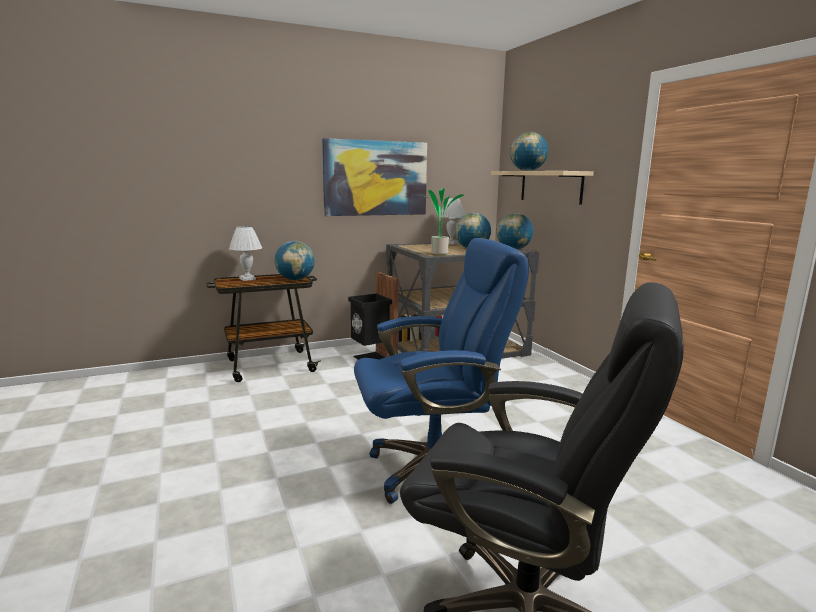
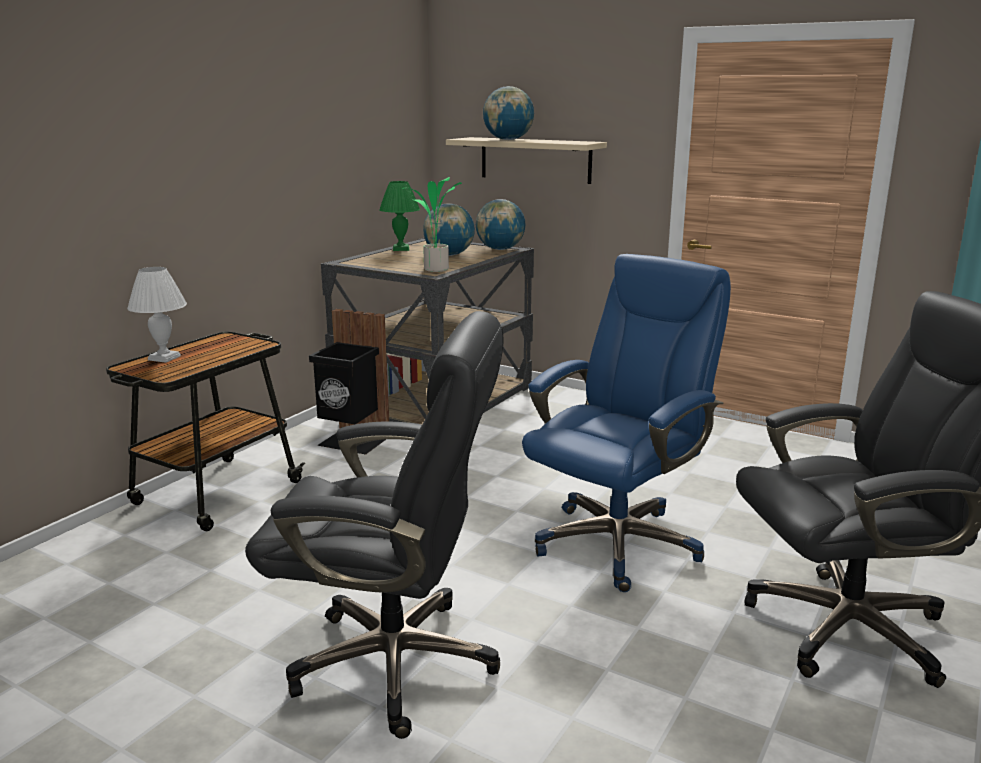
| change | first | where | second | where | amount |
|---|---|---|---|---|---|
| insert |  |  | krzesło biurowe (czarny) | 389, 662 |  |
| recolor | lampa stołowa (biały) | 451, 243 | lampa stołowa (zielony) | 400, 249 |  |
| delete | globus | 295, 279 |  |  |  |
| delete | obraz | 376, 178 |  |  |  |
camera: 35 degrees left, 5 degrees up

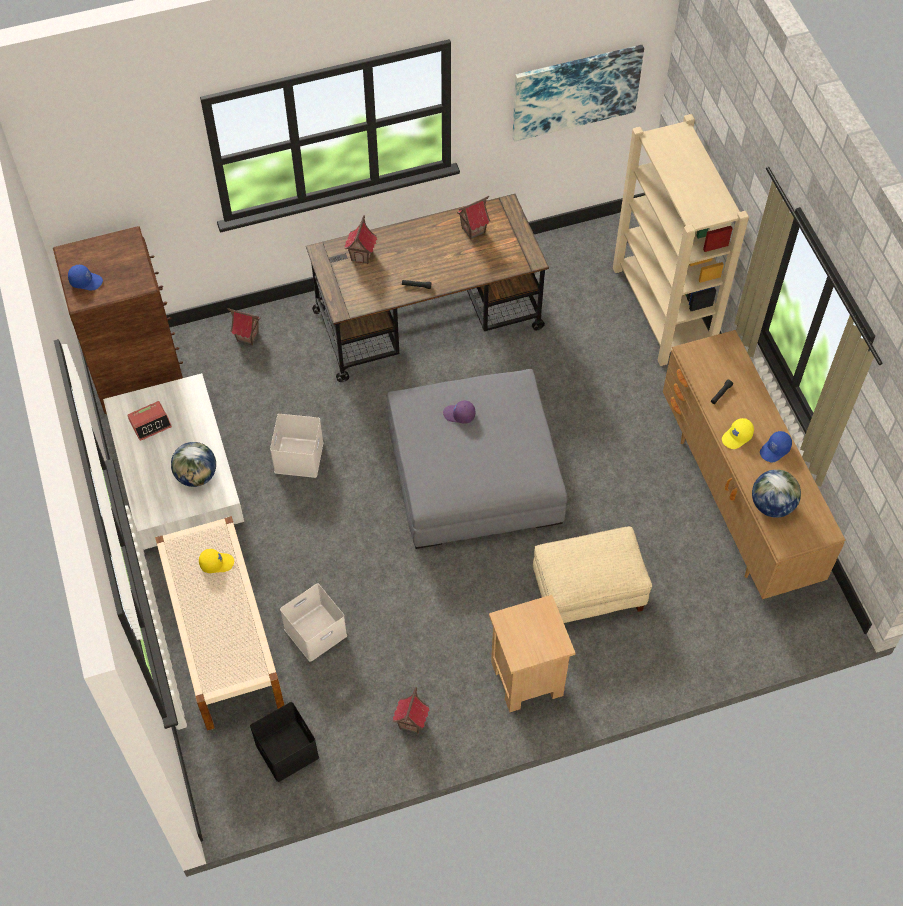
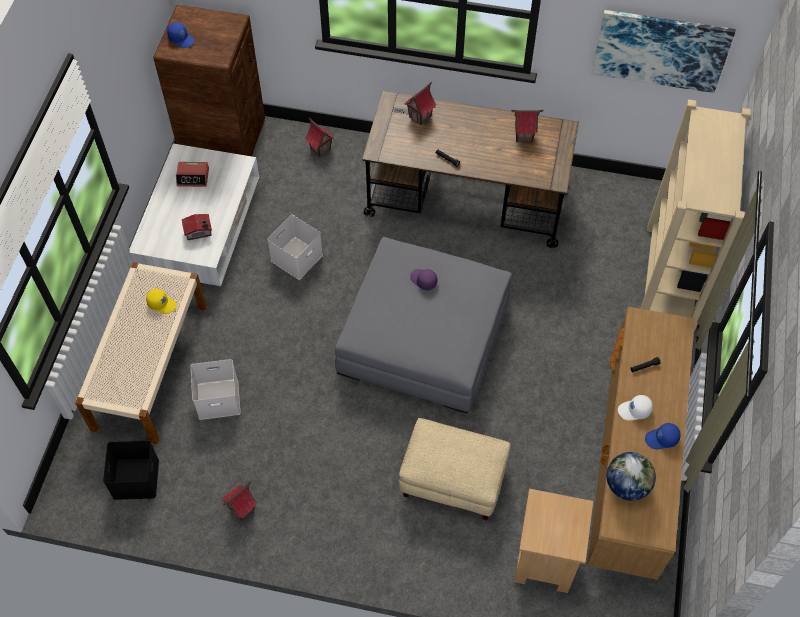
| change | first | where | second | where | amount |
|---|---|---|---|---|---|
| replace | globus | 197, 476 | domek | 199, 232 |  |
| move | szafka nocna (beżowy) | 525, 678 |  | 543, 560 |  |
| recolor | czapka z daszkiem (żółty) | 737, 437 | czapka z daszkiem (biały) | 634, 411 |  |
camera: 30 degrees right, 0 degrees up

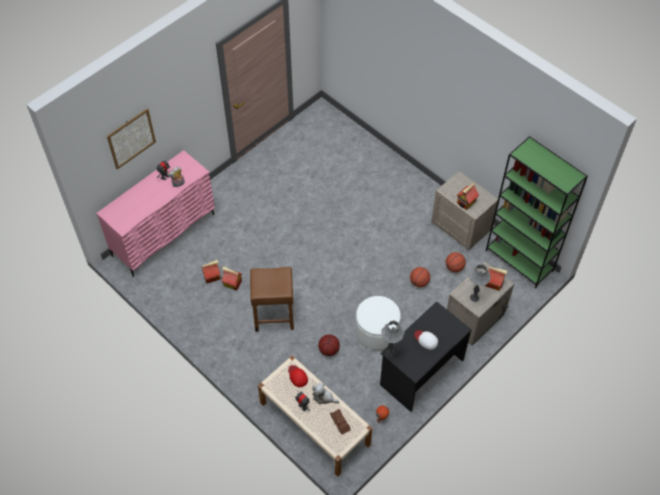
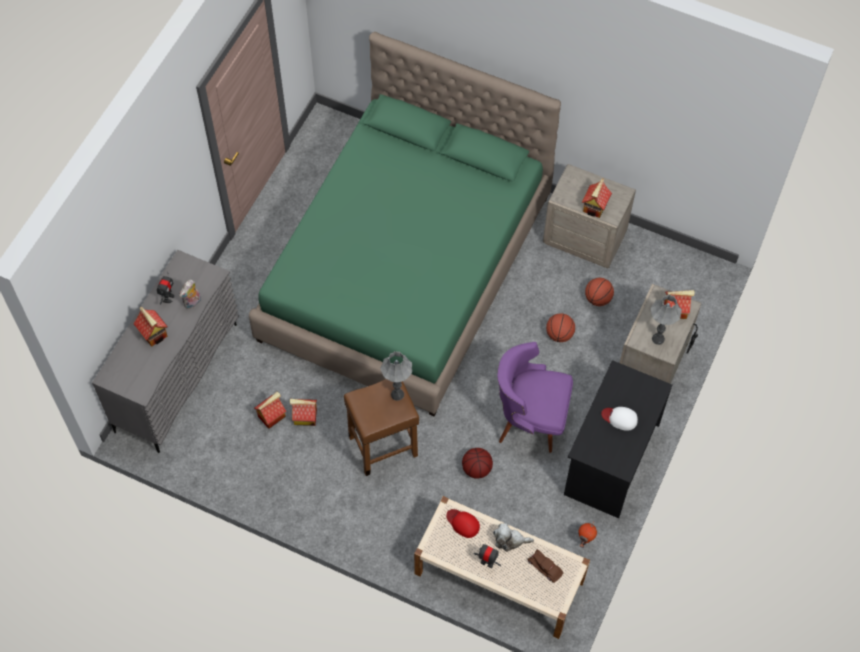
| change | first | where | second | where | amount |
|---|---|---|---|---|---|
| recolor | komoda (różowy) | 164, 236 | komoda (szary) | 178, 378 |  |
| insert |  |  | domek | 154, 333 |  |
| insert |  |  | łóżko (zielony) | 406, 267 |  |
| move | lampa stołowa (szary) | 390, 353 |  | 397, 394 |  |
| replace | pufa (biały) | 377, 331 | krzesło (fioletowy) | 530, 422 |  |
| delete | obraz | 131, 138 |  |  |  |
| delete | regał (zielony) | 519, 260 |  |  |  |
camera: 20 degrees left, 5 degrees up

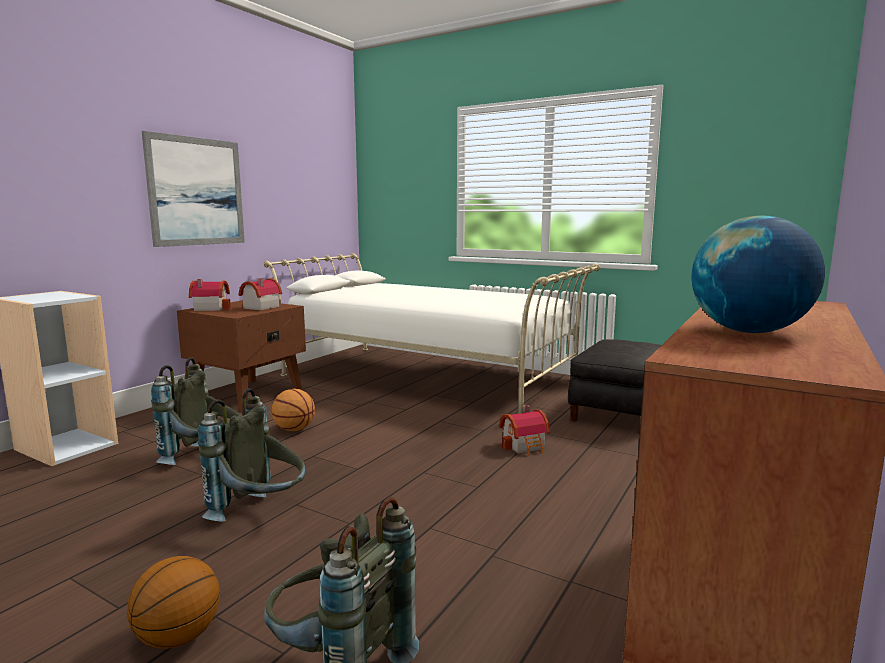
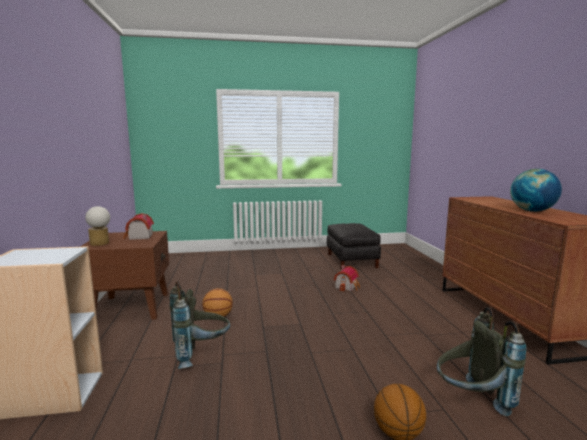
| change | first | where | second | where | amount |
|---|---|---|---|---|---|
| replace | domek | 210, 308 | lampa stołowa | 100, 244 |  |
| delete | obraz | 196, 192 |  |  |  |
| delete | plecak (szary) | 261, 514 |  |  |  |
| delete | łóżko (biały) | 426, 379 |  |  |  |
camera: 40 degrees left, 0 degrees up

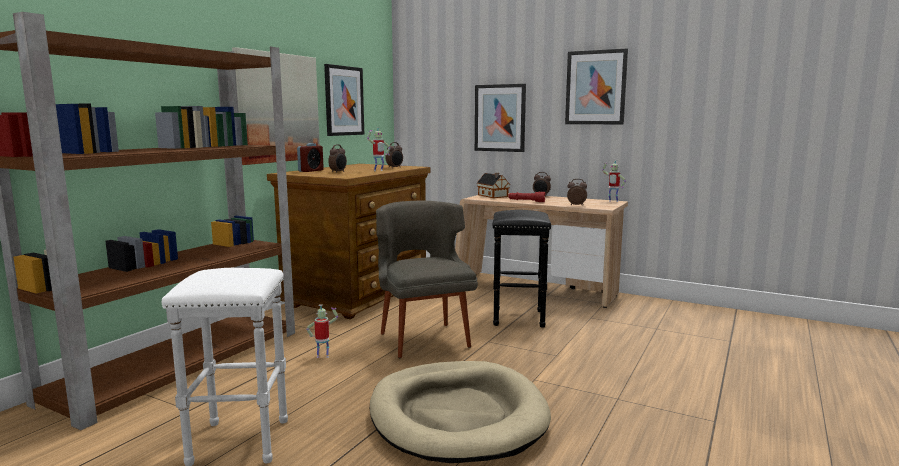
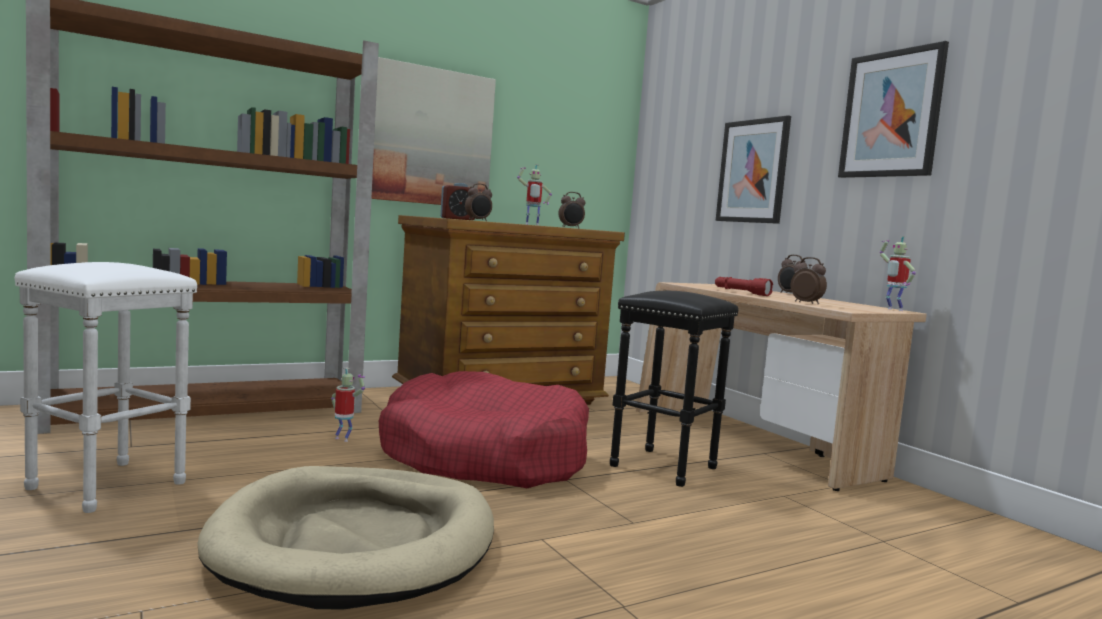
| change | first | where | second | where | amount |
|---|---|---|---|---|---|
| replace | krzesło (szary) | 424, 341 | legowisko (czerwony) | 484, 456 |  |
| delete | obraz | 344, 101 |  |  |  |
| delete | domek | 493, 196 |  |  |  |
camera: 30 degrees right, 5 degrees down

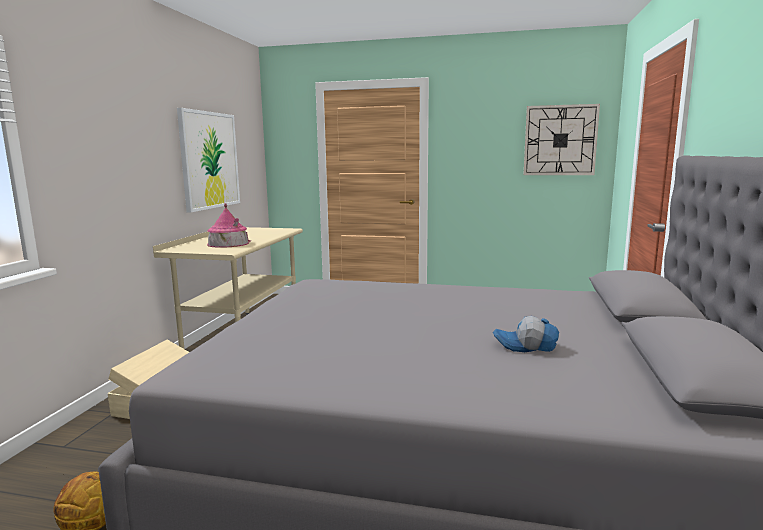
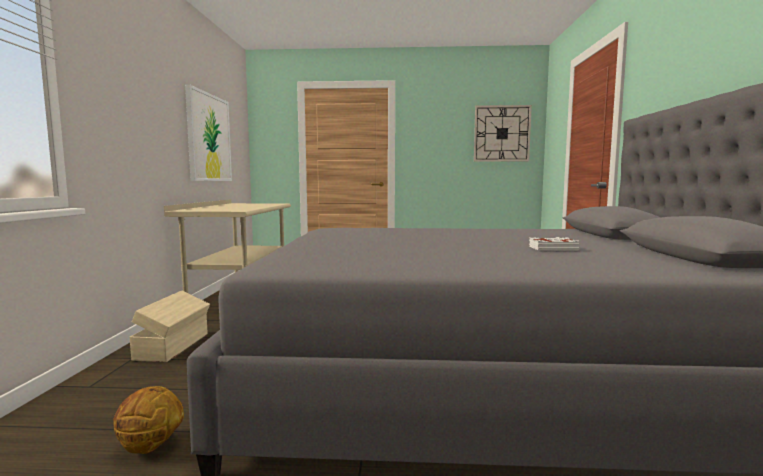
| change | first | where | second | where | amount |
|---|---|---|---|---|---|
| replace | czapka z daszkiem | 525, 346 | książka (biały) | 552, 248 |  |
| delete | domek | 228, 243 |  |  |  |
camera: 10 degrees left, 5 degrees down

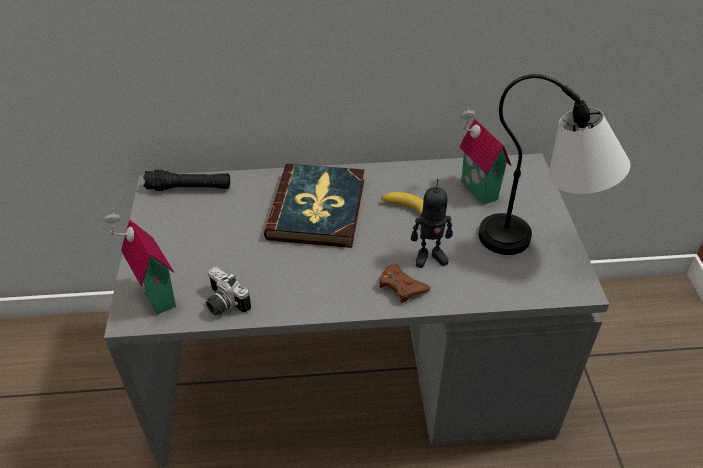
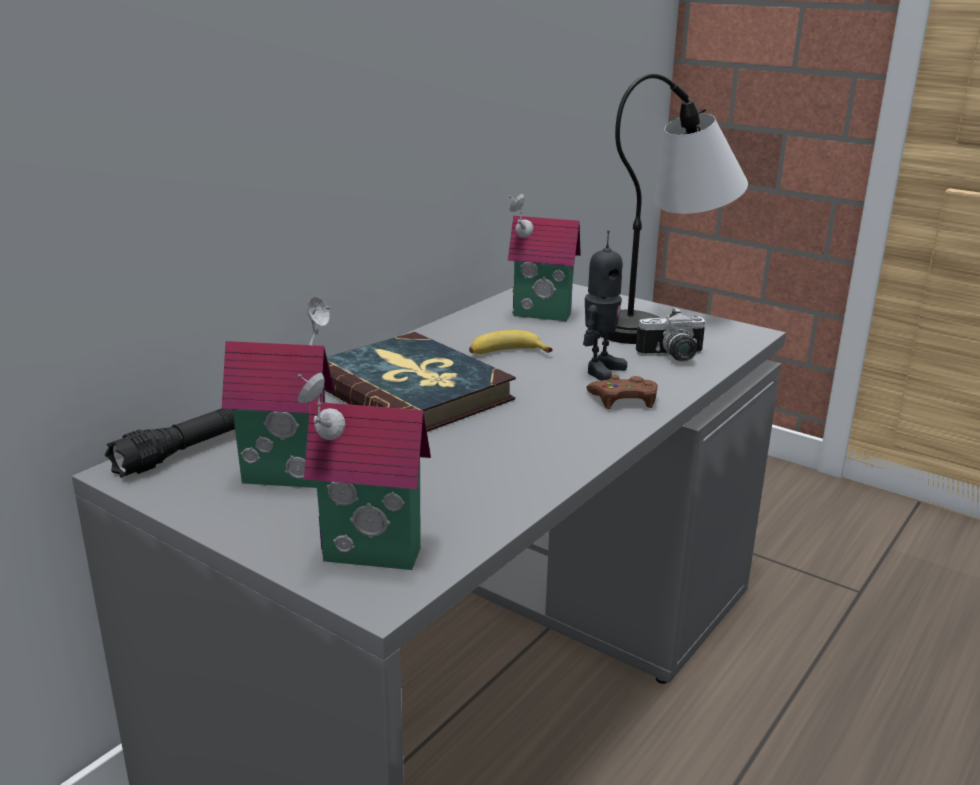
| change | first | where | second | where | amount |
|---|---|---|---|---|---|
| insert |  |  | domek | 288, 474 |  |
| move | aparat fotograficzny | 223, 304 |  | 673, 357 |  |
camera: 50 degrees left, 20 degrees down

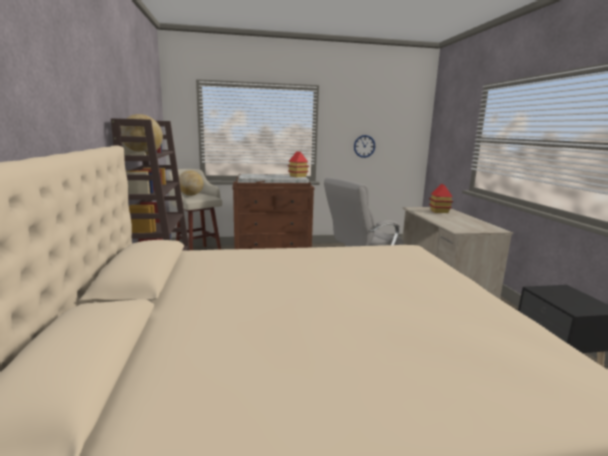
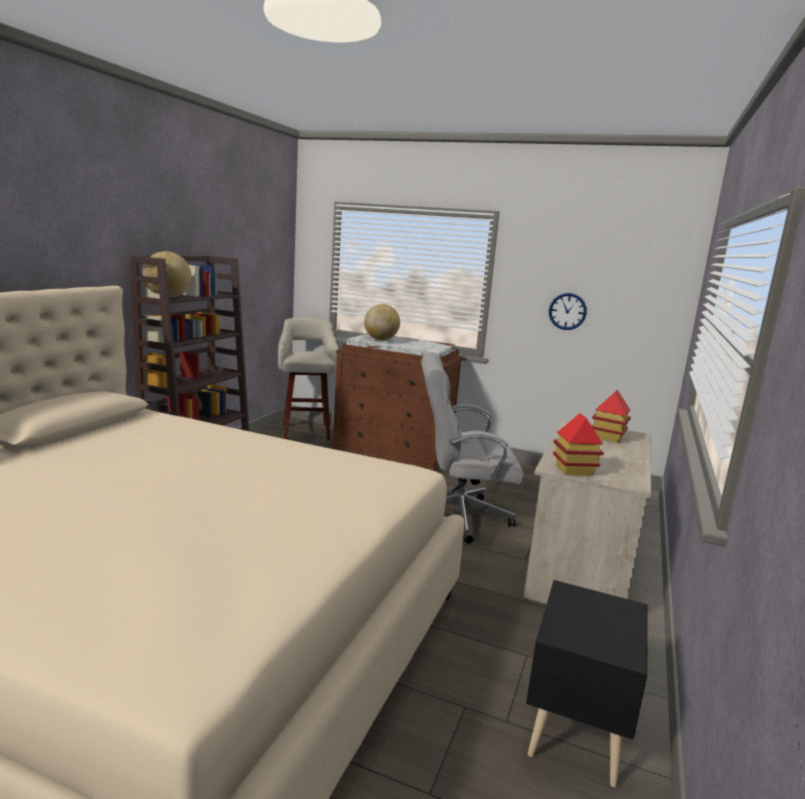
| change | first | where | second | where | amount |
|---|---|---|---|---|---|
| move | globus | 191, 195 |  | 381, 340 |  |
| move | domek | 297, 176 |  | 574, 470 |  |
camera: 30 degrees right, 0 degrees up

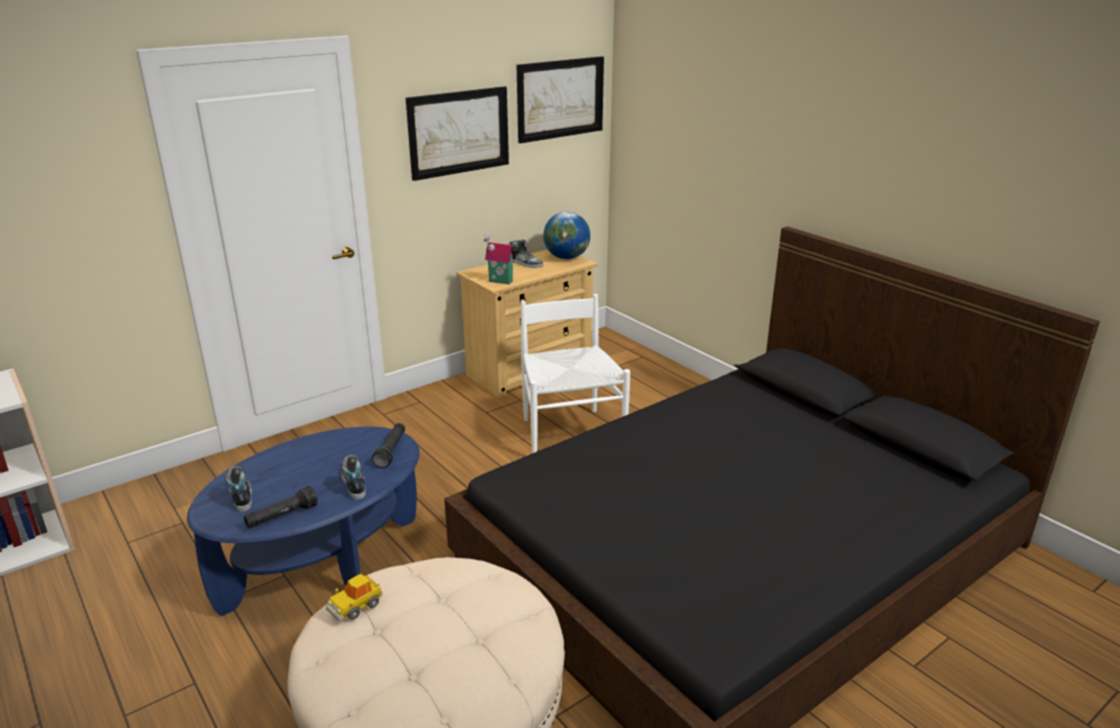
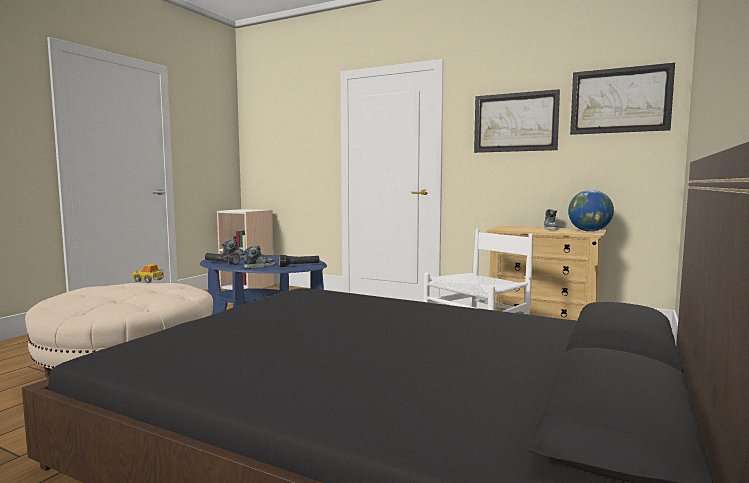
| change | first | where | second | where | amount |
|---|---|---|---|---|---|
| delete | domek | 500, 282 |  |  |  |
camera: 65 degrees right, 20 degrees down

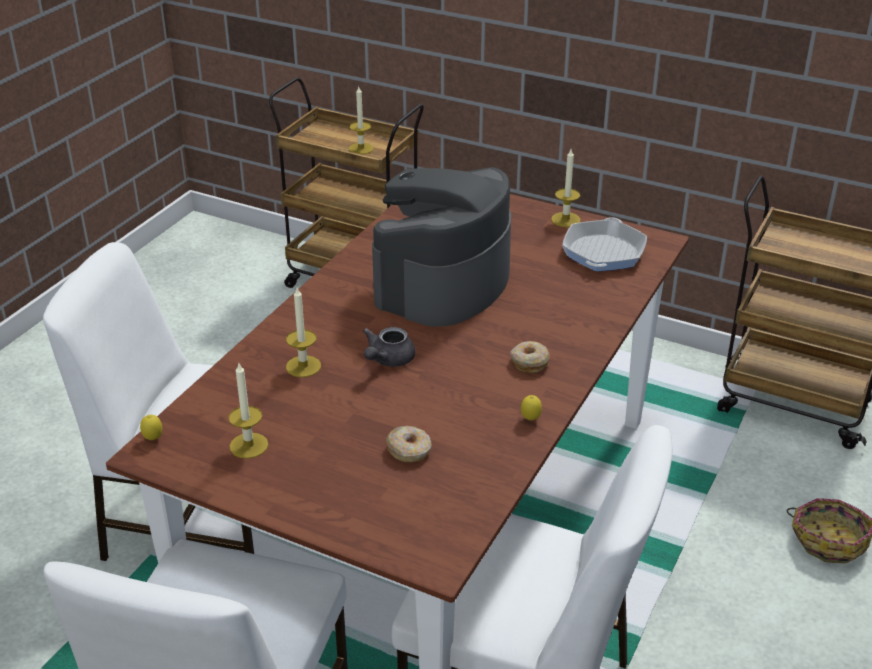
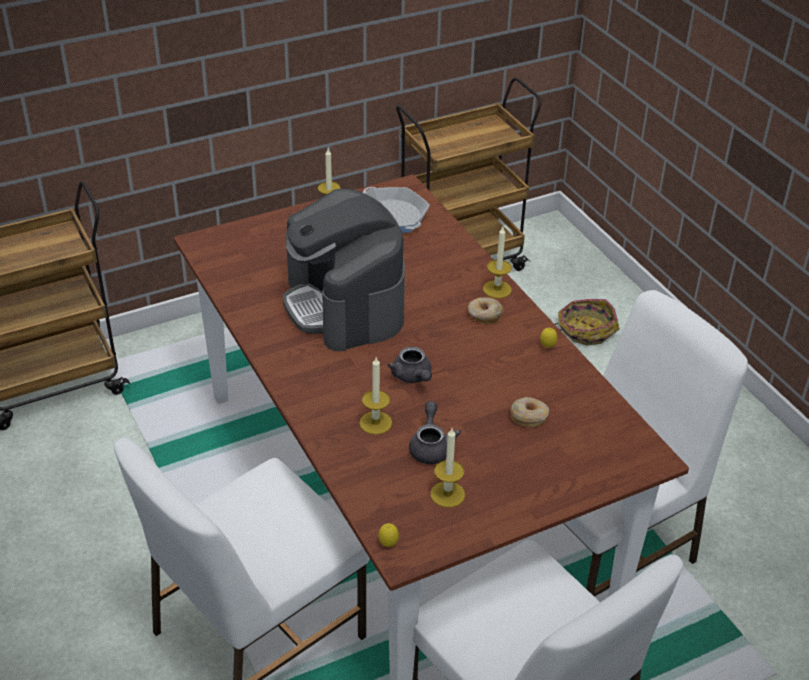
| change | first | where | second | where | amount |
|---|---|---|---|---|---|
| insert |  |  | imbryk (szary) | 431, 446 |  |
| move | świeca | 361, 148 |  | 497, 289 |  |
camera: 55 degrees left, 5 degrees up

